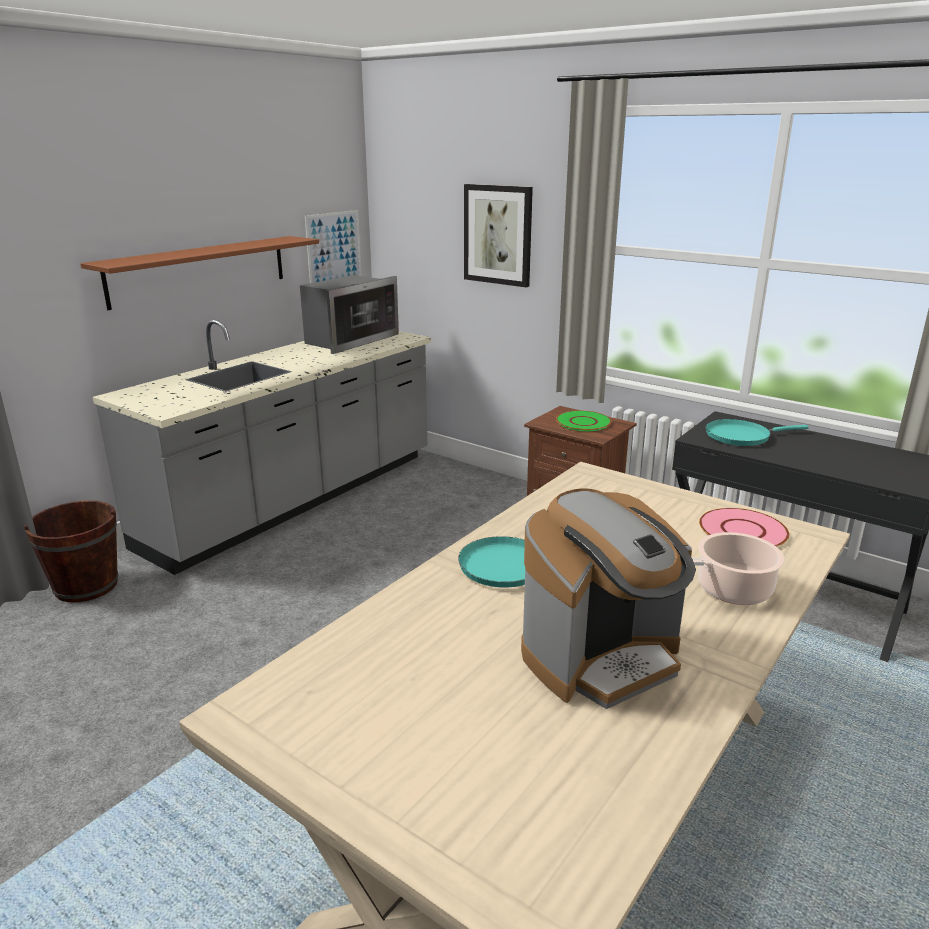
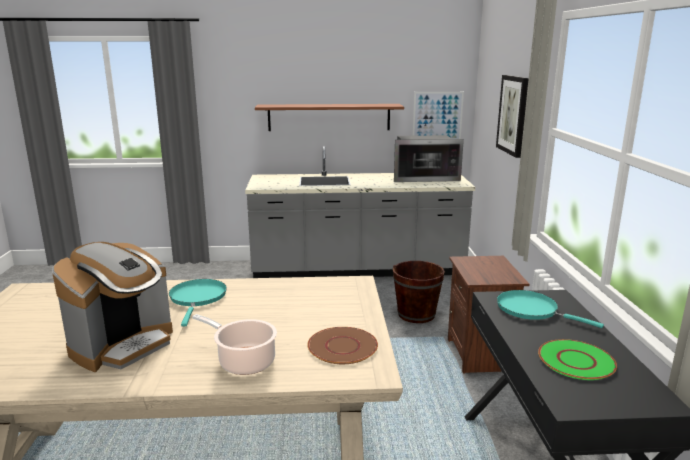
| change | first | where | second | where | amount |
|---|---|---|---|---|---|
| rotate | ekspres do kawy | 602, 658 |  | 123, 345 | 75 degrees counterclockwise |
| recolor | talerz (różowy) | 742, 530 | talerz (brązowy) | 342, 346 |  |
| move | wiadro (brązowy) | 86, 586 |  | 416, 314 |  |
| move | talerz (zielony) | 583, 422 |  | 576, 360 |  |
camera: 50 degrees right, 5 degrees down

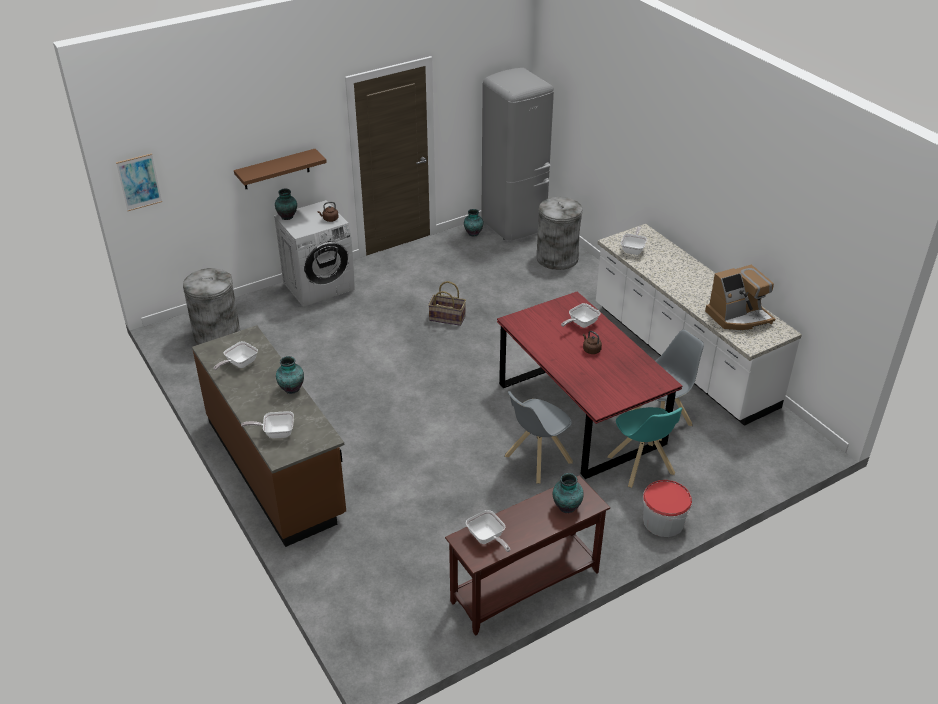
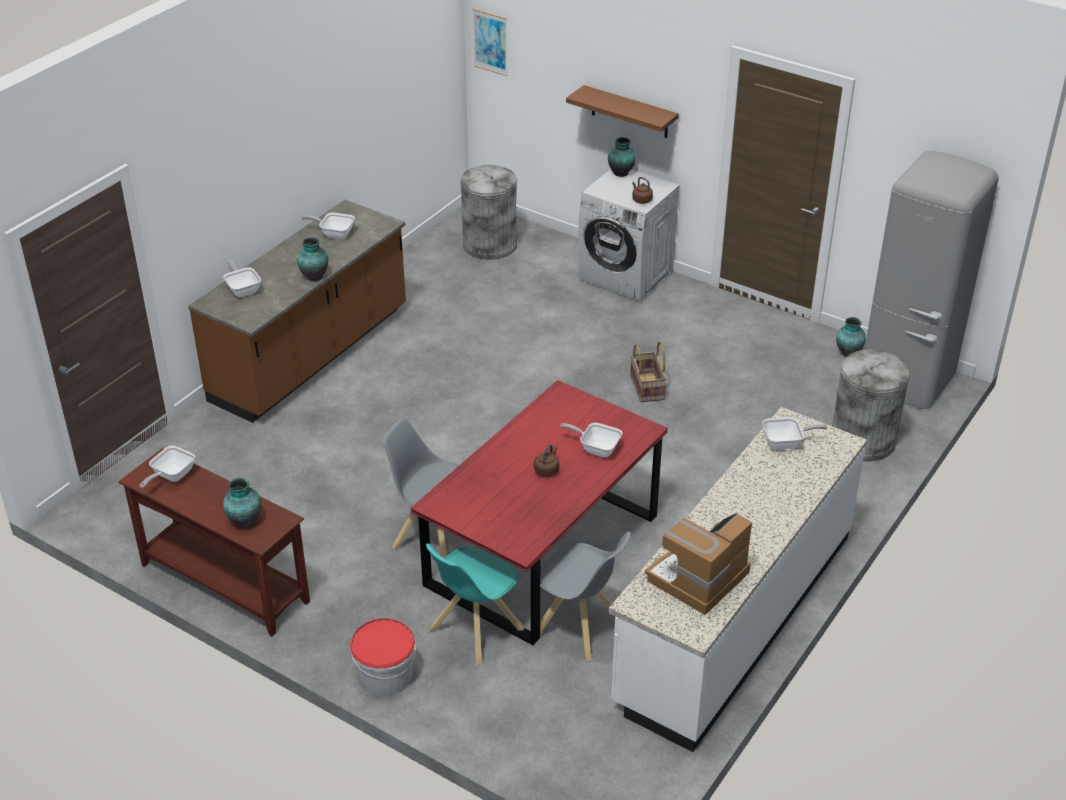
| change | first | where | second | where | amount |
|---|---|---|---|---|---|
| rotate | ekspres do kawy | 739, 316 |  | 698, 578 | 90 degrees clockwise |
camera: 65 degrees right, 0 degrees up

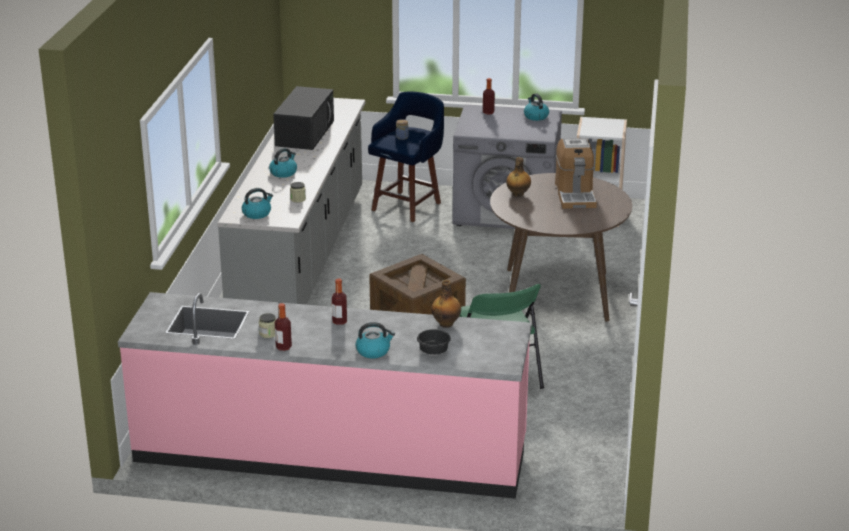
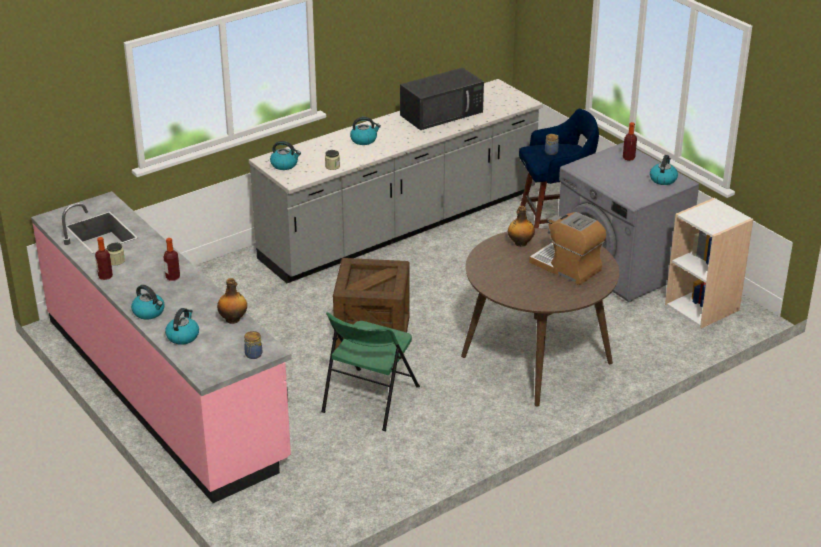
| change | first | where | second | where | amount |
|---|---|---|---|---|---|
| replace | miska (czarny) | 433, 352 | czajnik | 183, 336 |  |
| insert |  |  | słoik | 253, 355 |  |
| rotate | ekspres do kawy | 575, 195 |  | 566, 267 | 90 degrees clockwise |
camera: 45 degrees right, 5 degrees up

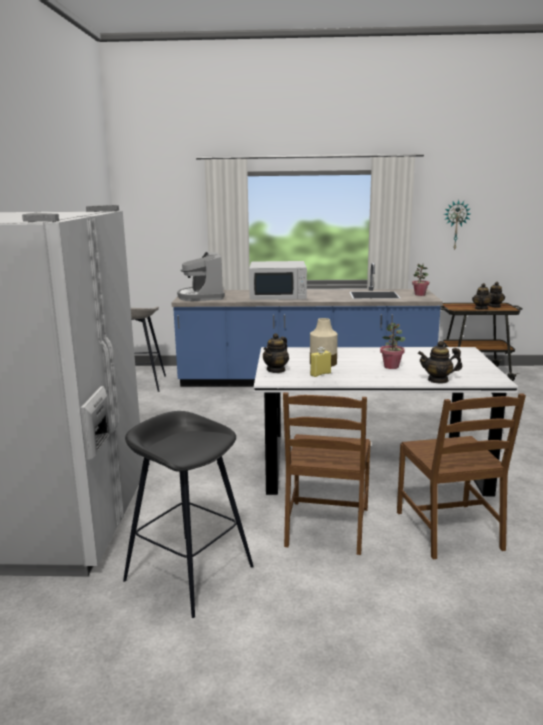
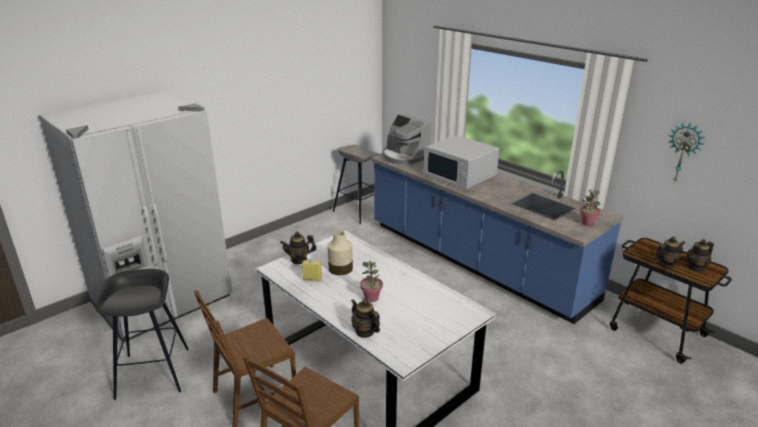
| change | first | where | second | where | amount |
|---|---|---|---|---|---|
| rotate | ekspres do kawy | 202, 297 |  | 404, 157 | 75 degrees counterclockwise |
camera: 45 degrees right, 10 degrees up

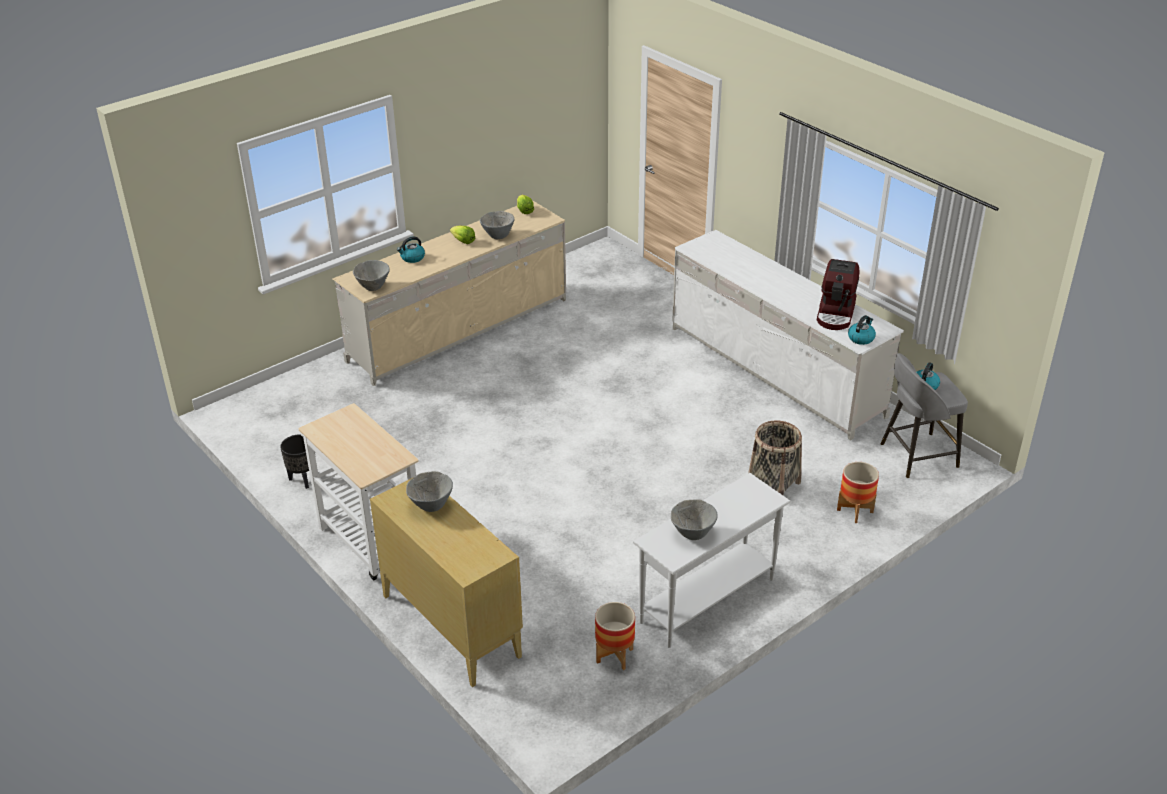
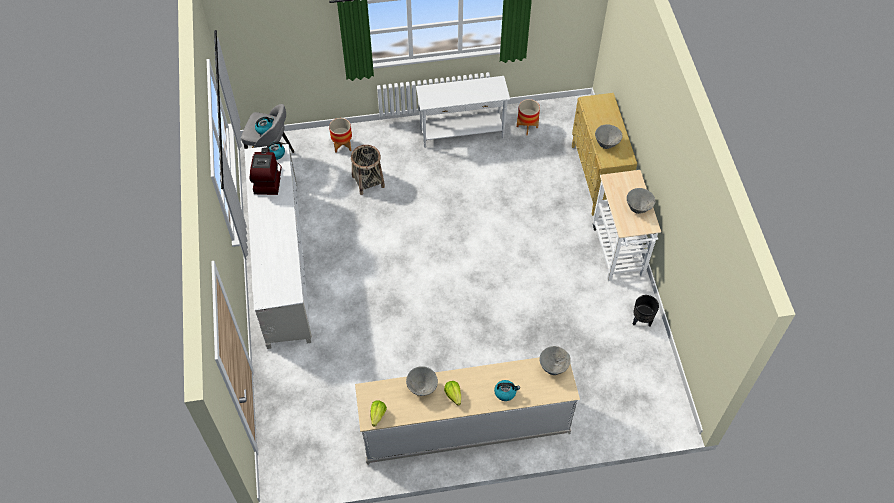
| change | first | where | second | where | amount |
|---|---|---|---|---|---|
| rotate | ekspres do kawy | 836, 314 |  | 267, 180 | 45 degrees counterclockwise |
| move | miska (szary) | 692, 534 |  | 638, 208 |  |
camera: 150 degrees left, 20 degrees up

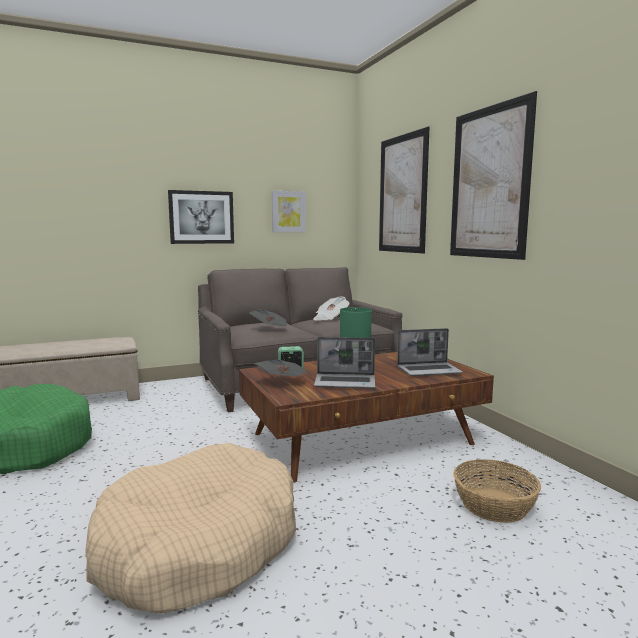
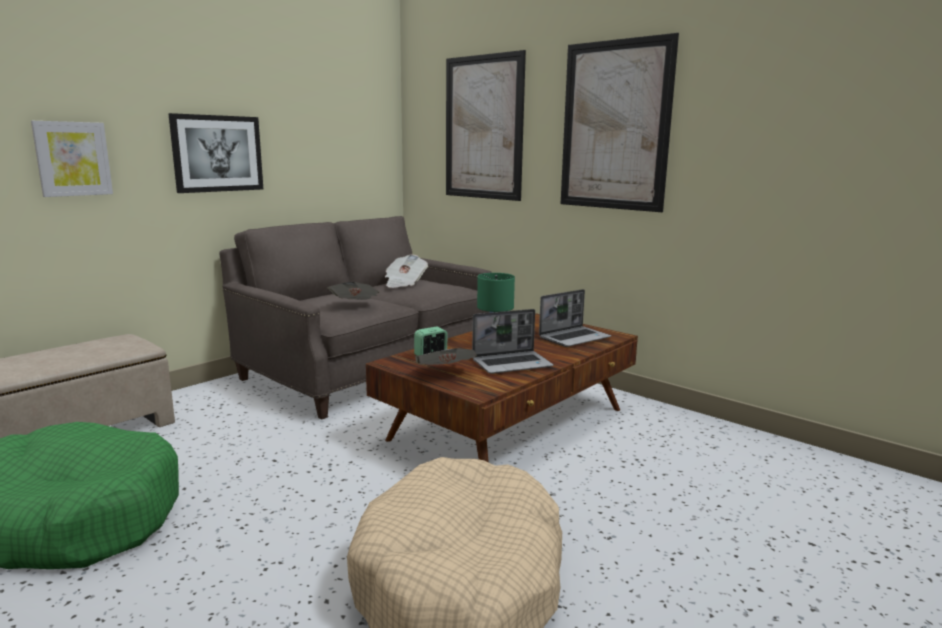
| change | first | where | second | where | amount |
|---|---|---|---|---|---|
| move | obraz | 288, 211 |  | 73, 159 |  |
| delete | koszyk | 493, 505 |  |  |  |
camera: 25 degrees left, 5 degrees up

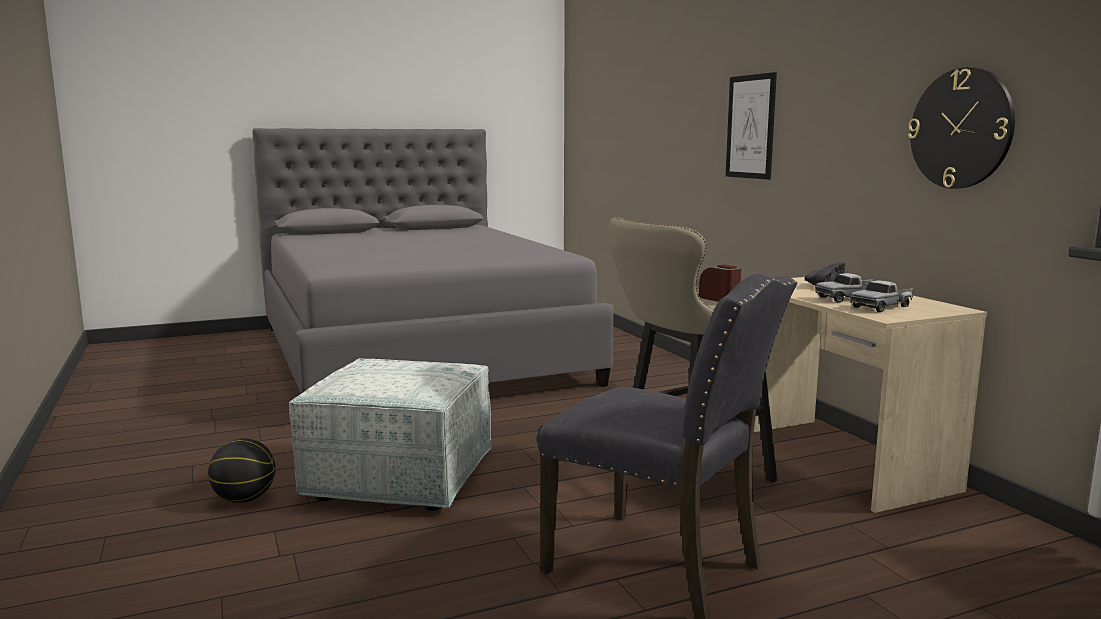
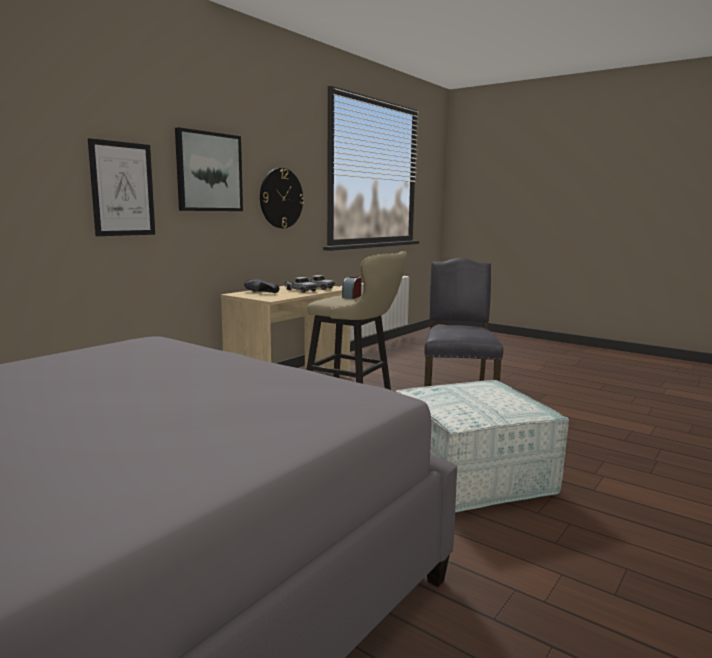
| change | first | where | second | where | amount |
|---|---|---|---|---|---|
| insert |  |  | obraz | 209, 172 |  |
| delete | piłka do koszykówki | 244, 499 |  |  |  |
camera: 120 degrees left, 0 degrees up

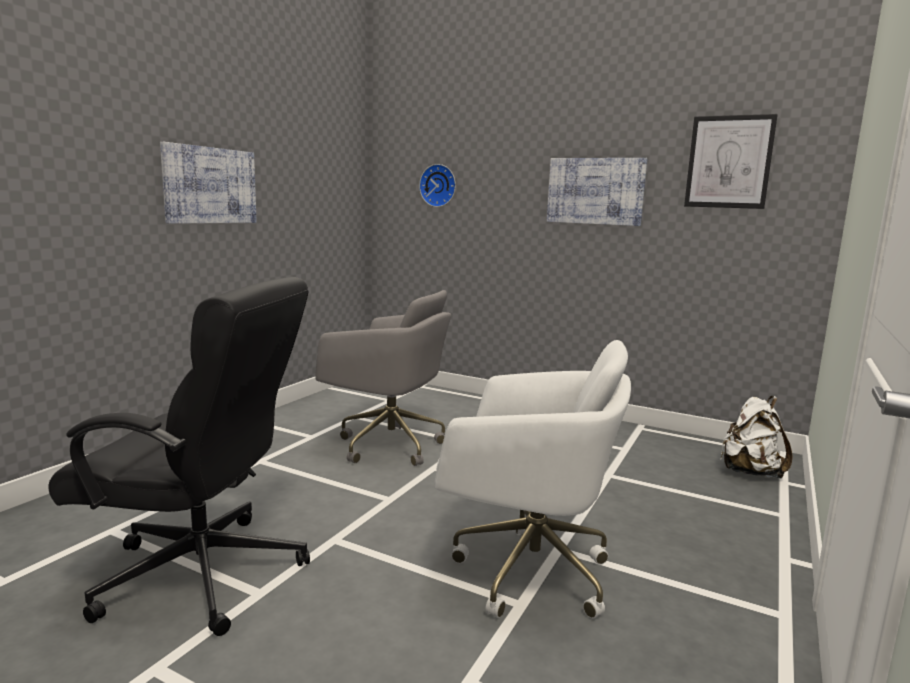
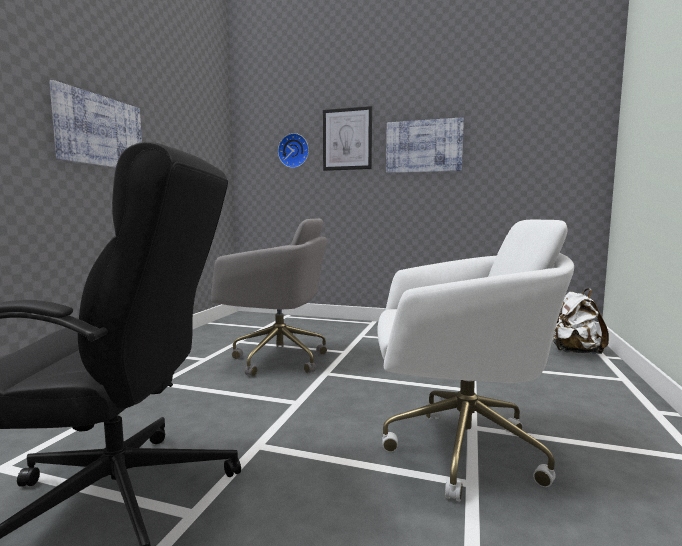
| change | first | where | second | where | amount |
|---|---|---|---|---|---|
| move | obraz | 729, 162 |  | 347, 139 |  |
camera: 10 degrees left, 5 degrees down

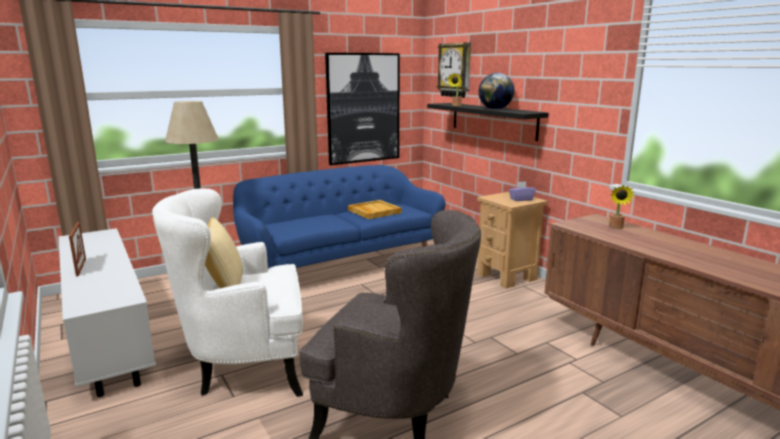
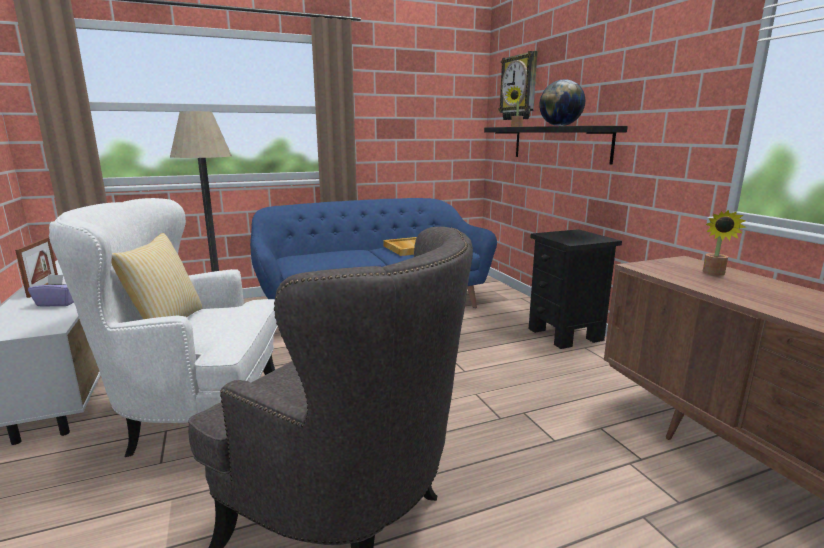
| change | first | where | second | where | amount |
|---|---|---|---|---|---|
| move | pudełko chusteczek (fioletowy) | 521, 199 |  | 58, 303 |  |
| recolor | szafka nocna (beżowy) | 506, 277 | szafka nocna (czarny) | 564, 335 |  |
| delete | obraz | 363, 108 |  |  |  |
camera: 10 degrees right, 0 degrees up

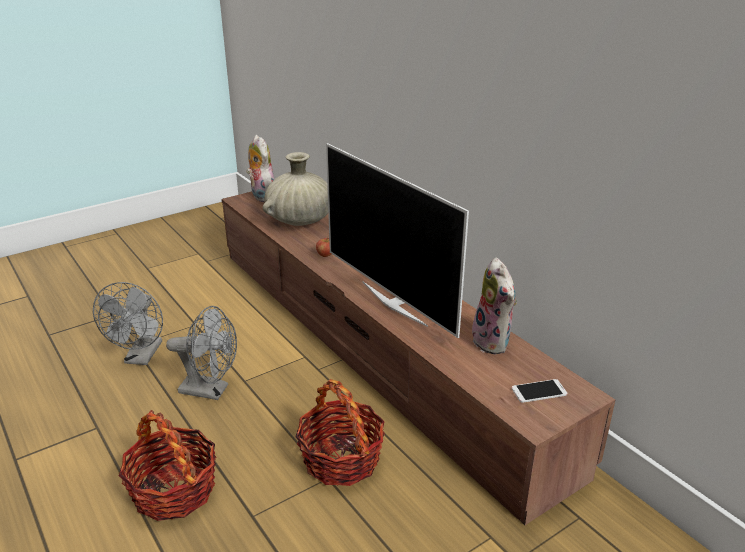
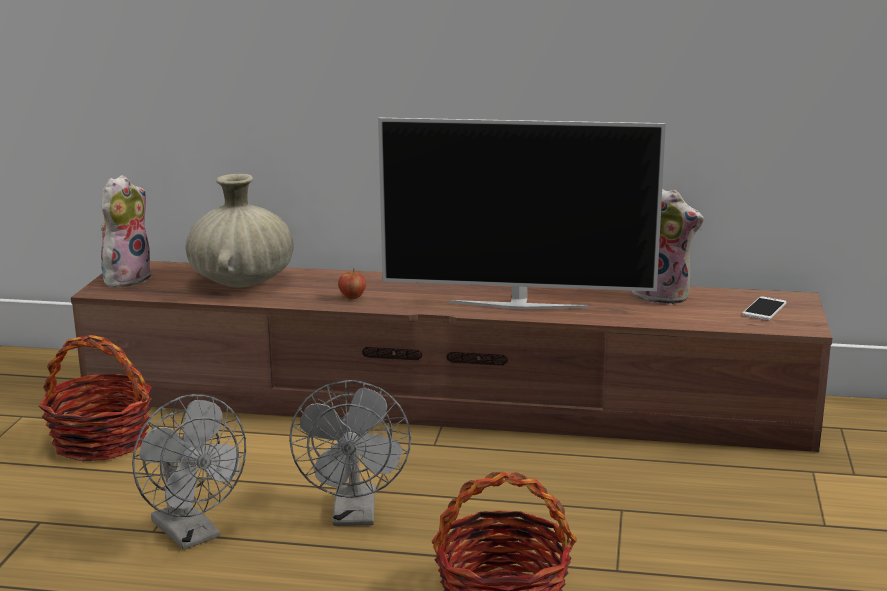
| change | first | where | second | where | amount |
|---|---|---|---|---|---|
| move | koszyk | 341, 459 |  | 101, 441 |  |
| rotate | pluszak | 261, 196 |  | 126, 278 | 105 degrees clockwise |
| rotate | wentylator (szary) | 211, 390 |  | 355, 516 | 120 degrees clockwise |
camera: 45 degrees left, 10 degrees down

